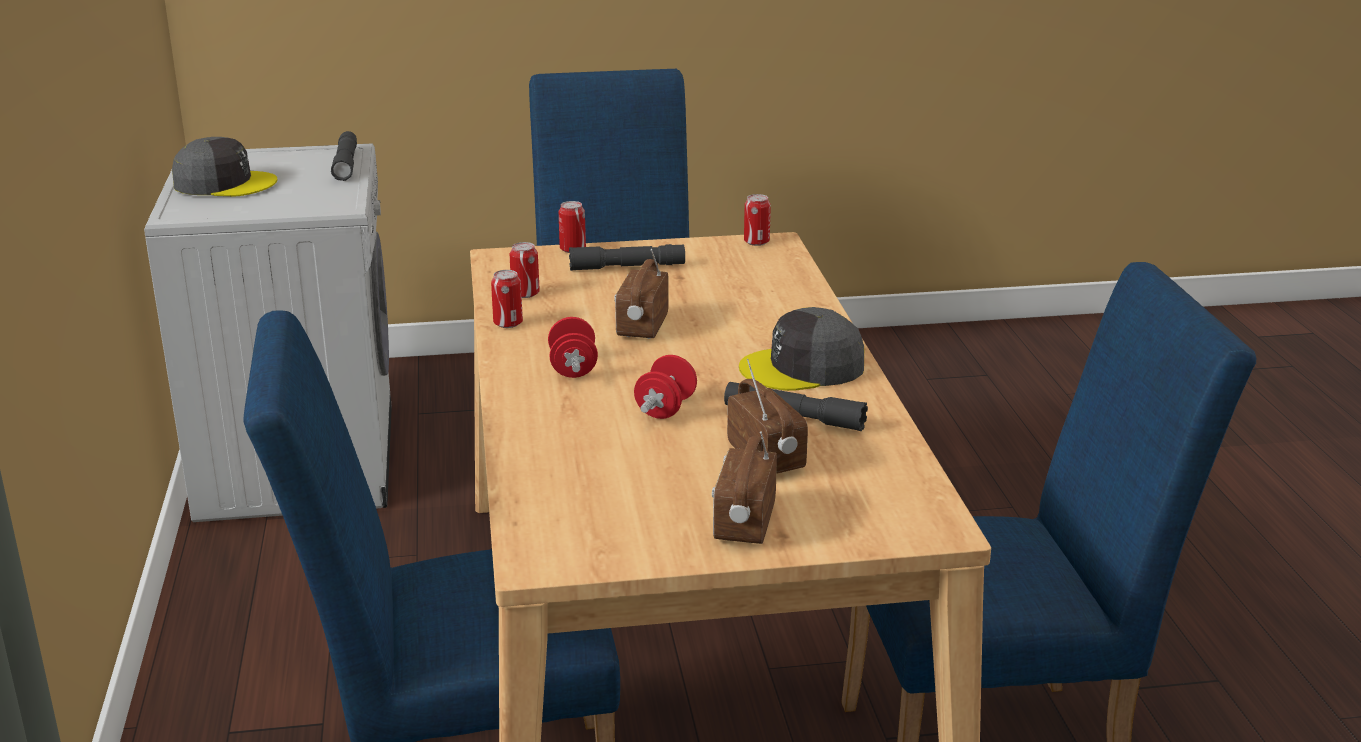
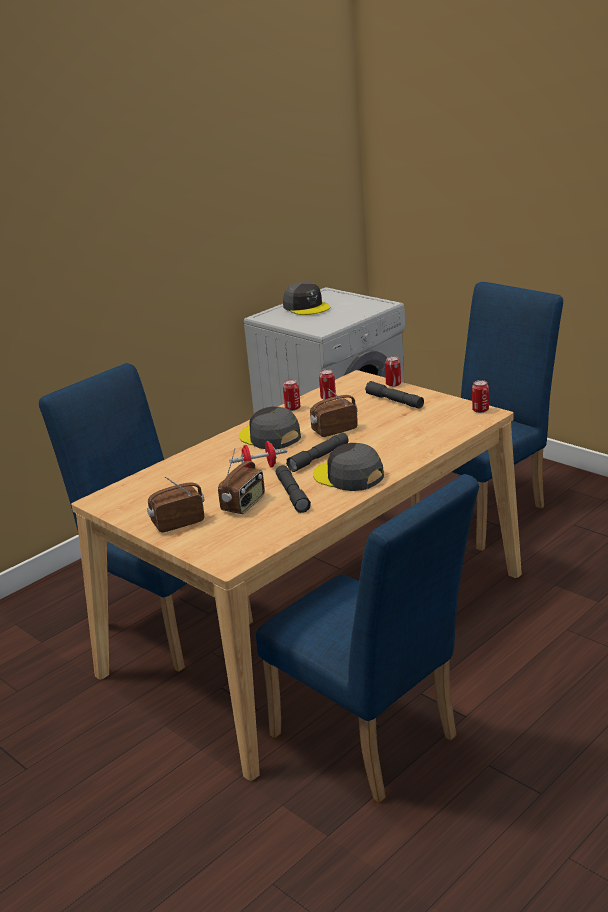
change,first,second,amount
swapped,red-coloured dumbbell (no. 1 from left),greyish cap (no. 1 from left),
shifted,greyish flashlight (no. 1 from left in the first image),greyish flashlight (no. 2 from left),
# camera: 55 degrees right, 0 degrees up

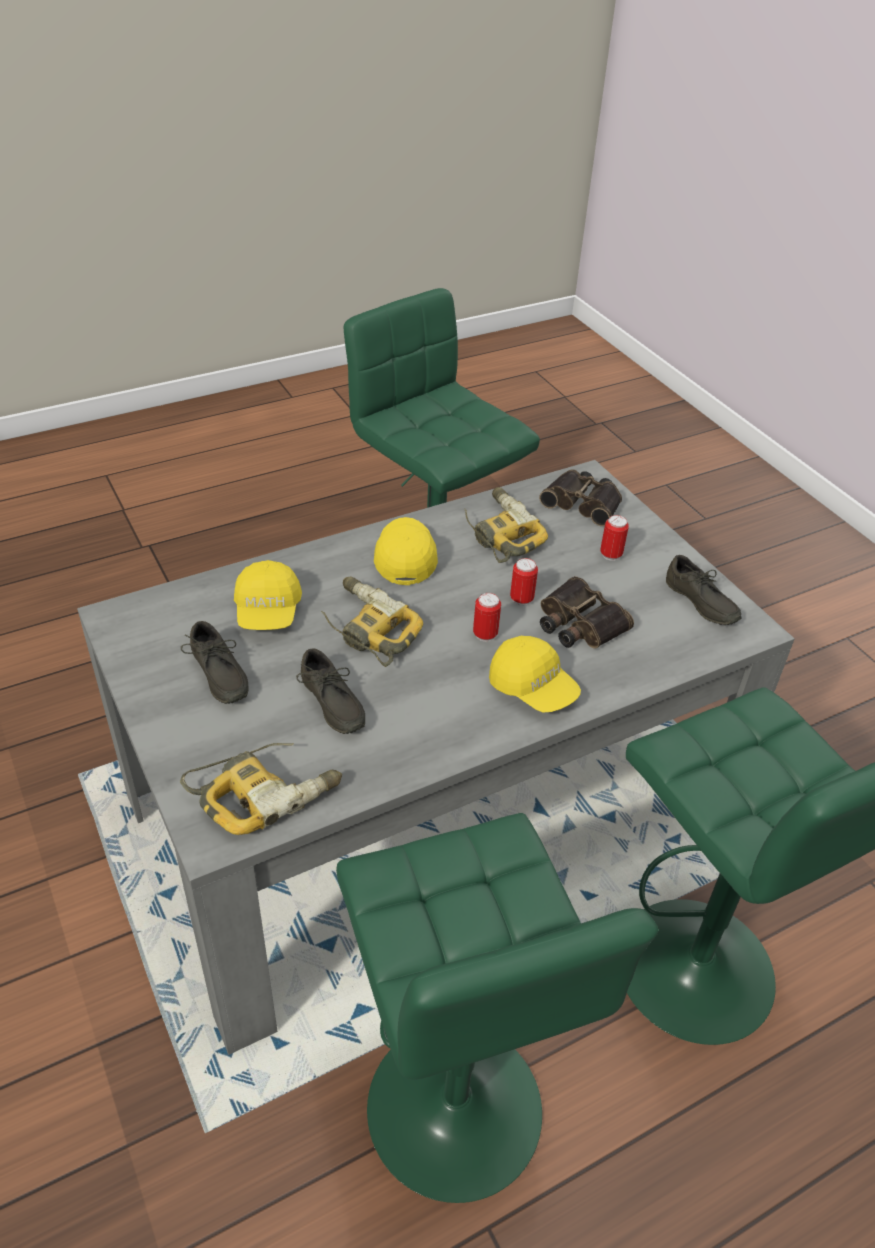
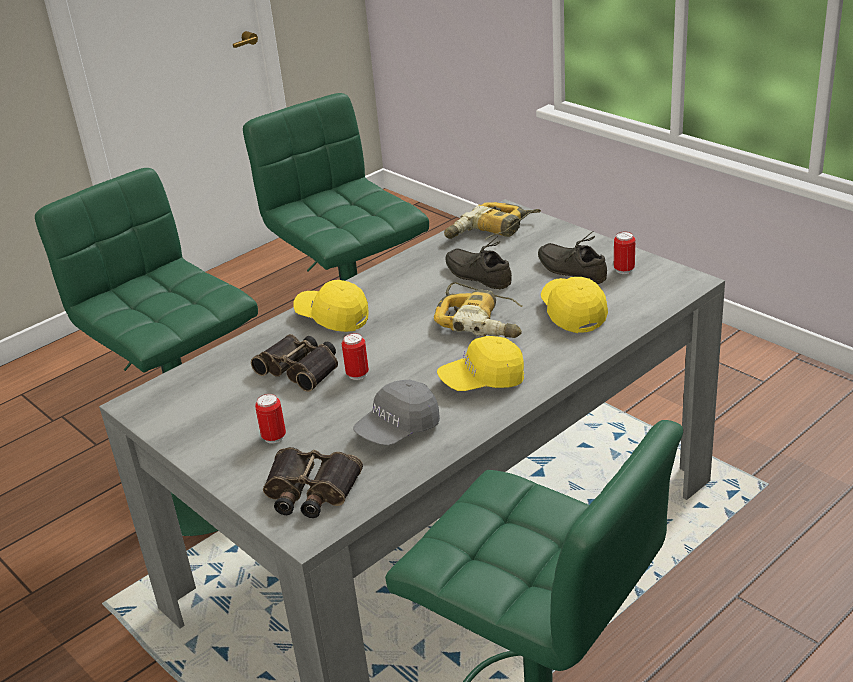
change,first,second,amount
swapped,drill (no. 3 from left),greyish cap,
rotated,yellowish cap (no. 2 from left),,90 degrees clockwise
shifted,metal can (no. 1 from left in the first image),metal can (no. 3 from left),
gone,greyish low shoe (no. 3 from left),,
# camera: 170 degrees right, 10 degrees down

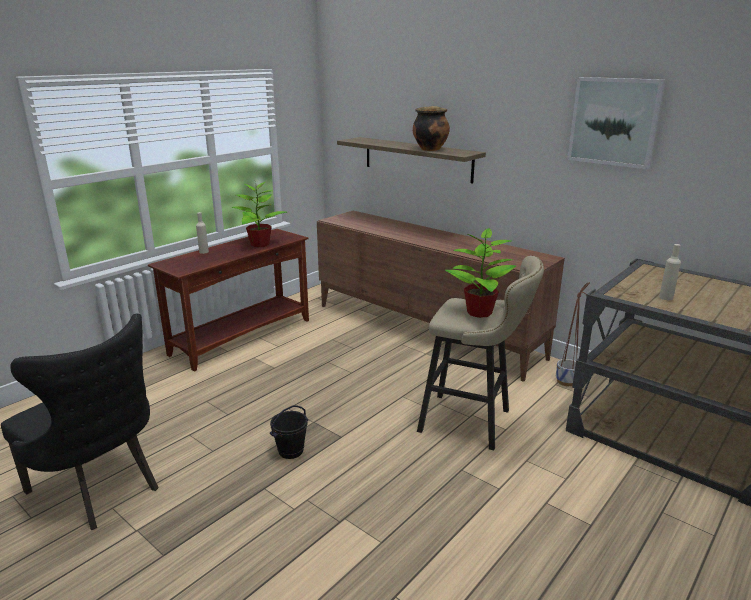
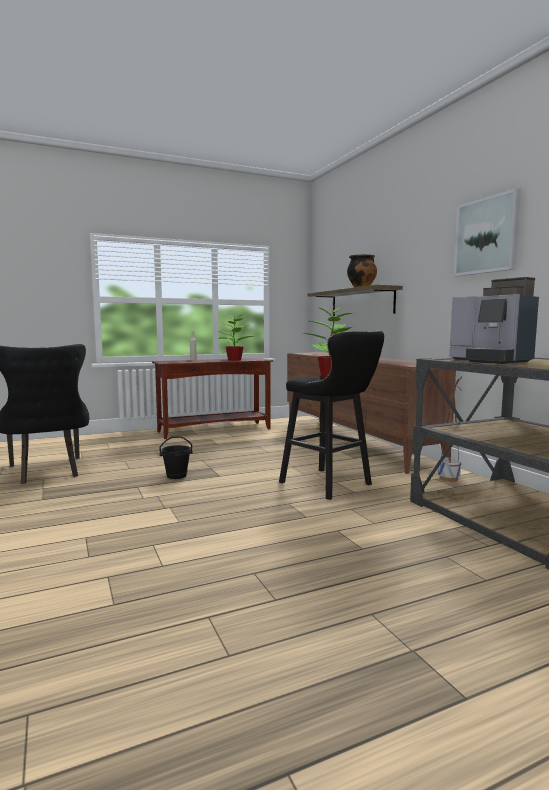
change,first,second,amount
repainted,beige-coloured stool,black-coloured stool,
swapped,beige-coloured beverage bottle (no. 2 from left),coffee machine,
# camera: 25 degrees right, 15 degrees down

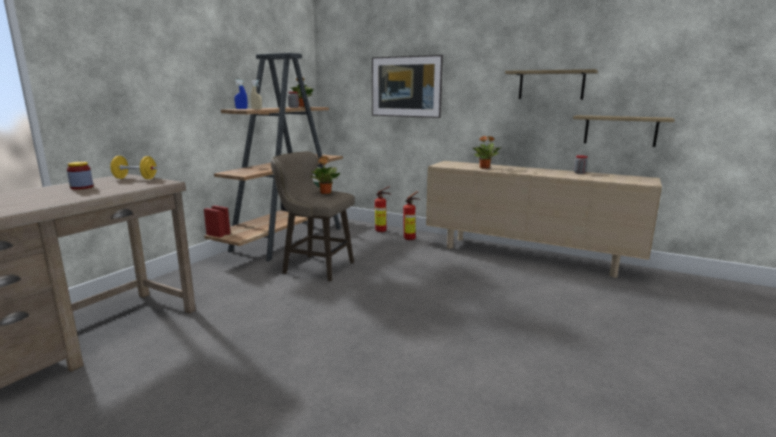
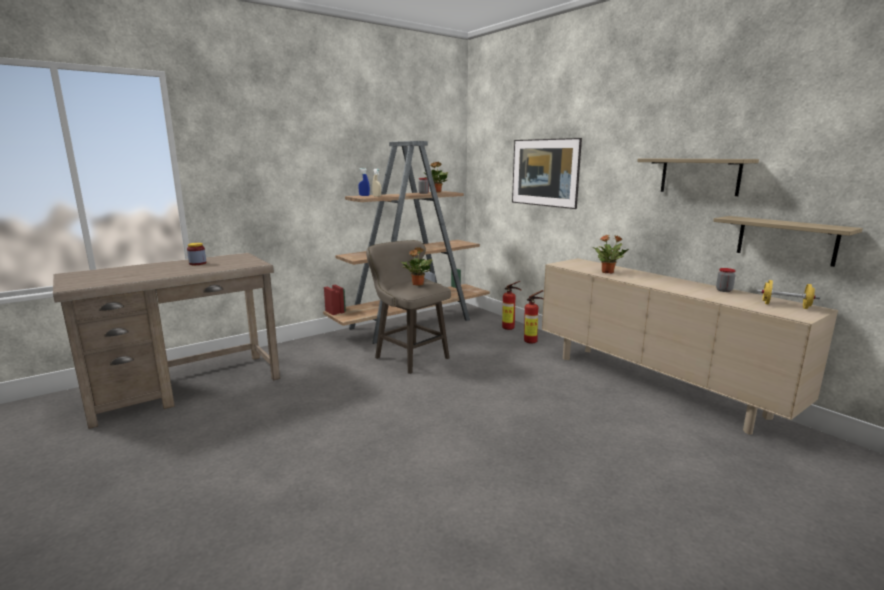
change,first,second,amount
shifted,yellowish dumbbell,,
# camera: 25 degrees right, 0 degrees up

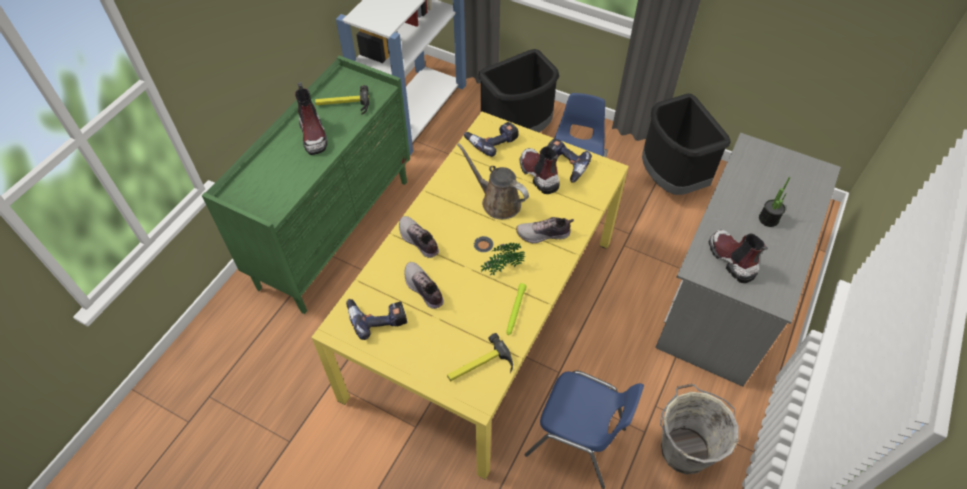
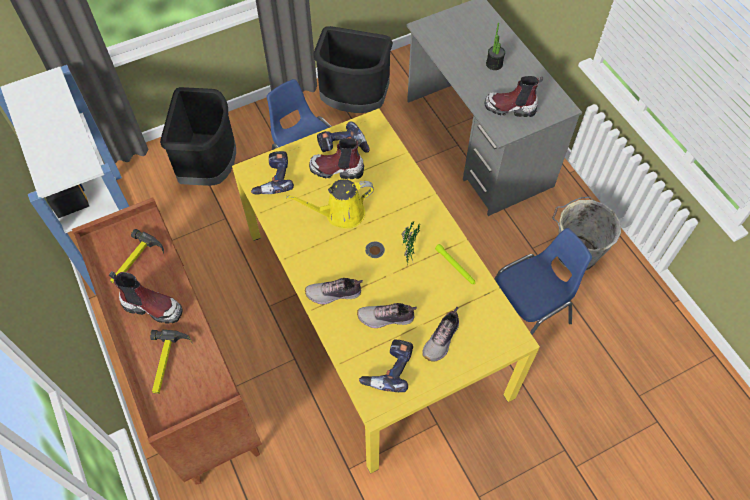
change,first,second,amount
repainted,green-coloured cupboard,brown-coloured cupboard,
shifted,tool hammer (no. 2 from left),,
repainted,brown-coloured sprinkling can,yellowish sprinkling can,
shifted,low shoe (no. 3 from left),,
# camera: 55 degrees left, 5 degrees up

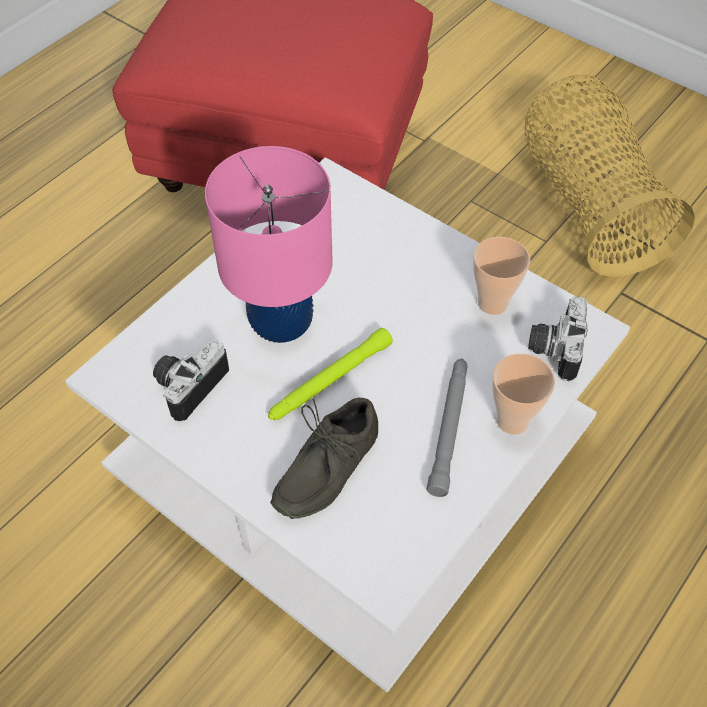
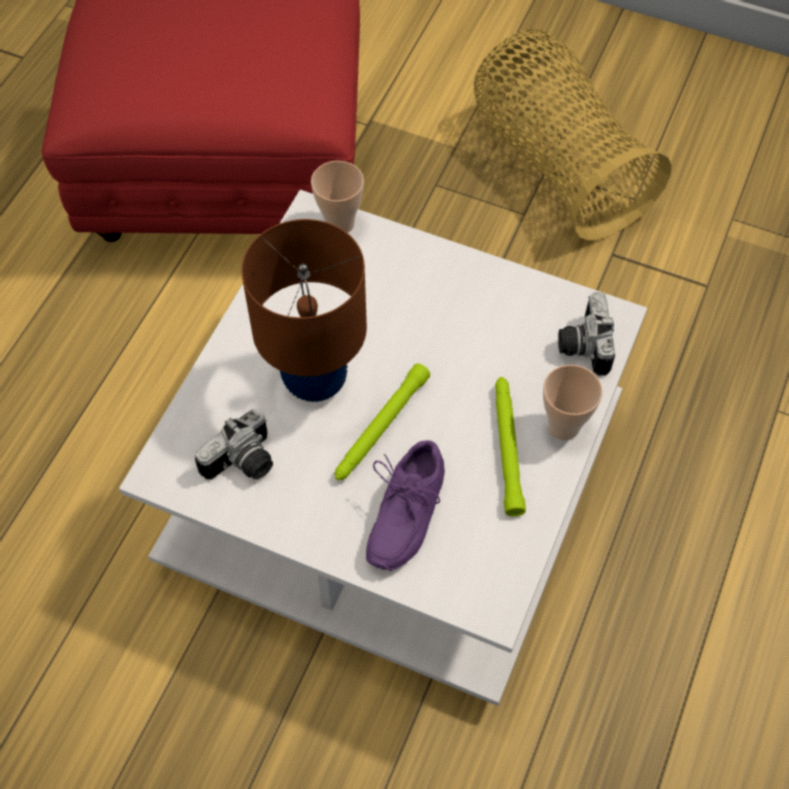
change,first,second,amount
rotated,photo camera (no. 1 from left),,150 degrees counterclockwise
repainted,pinkish table lamp,brown-coloured table lamp,
shifted,small cup (no. 1 from left),,
repainted,greyish low shoe,purplish low shoe,
repainted,greyish flashlight,green-coloured flashlight (no. 2 from left),
# camera: 15 degrees left, 5 degrees up

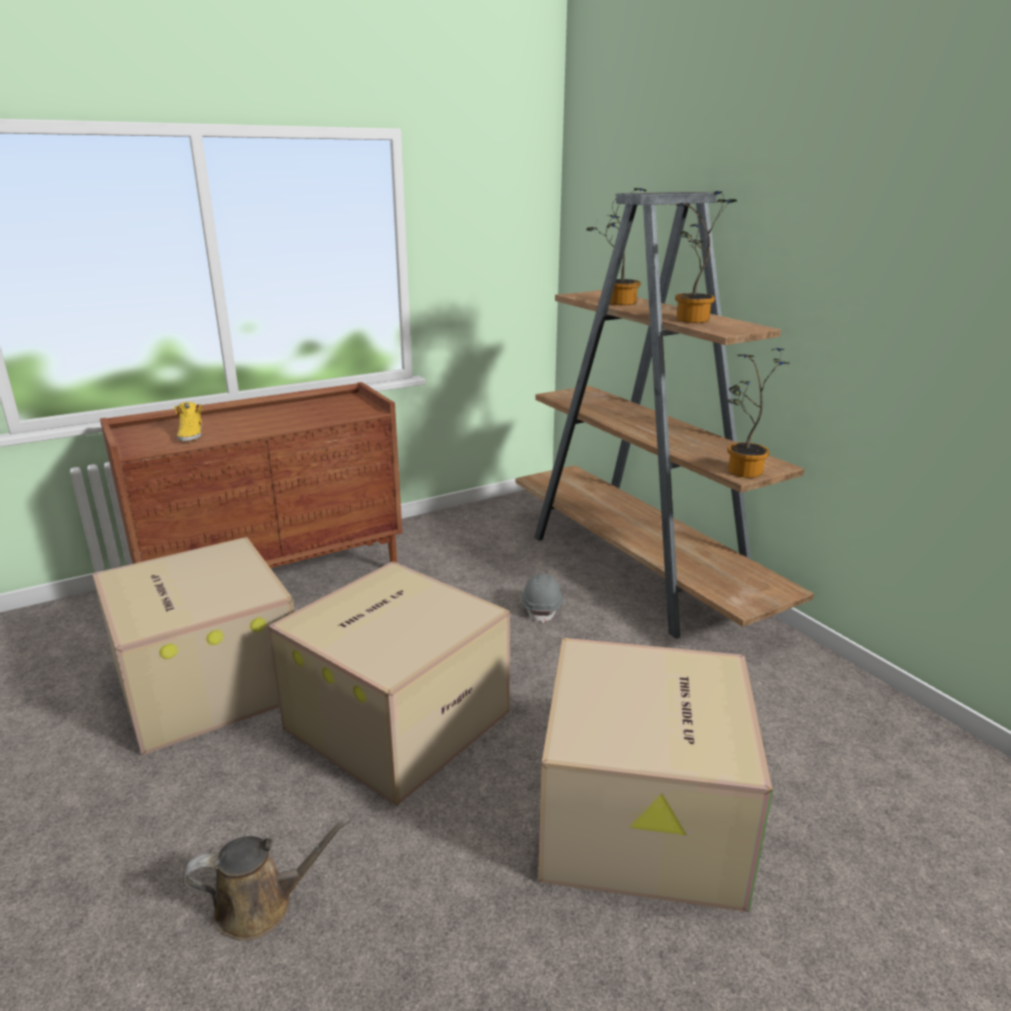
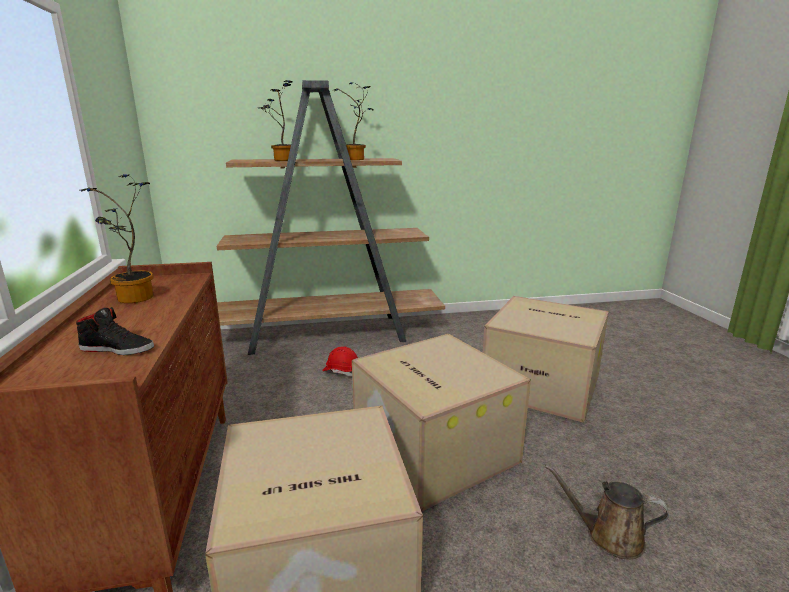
change,first,second,amount
repainted,yellowish low shoe,black-coloured low shoe,
shifted,potted plant (no. 3 from left in the first image),potted plant (no. 1 from left),
repainted,greyish hard hat,red-coloured hard hat,
rotated,brown-coloured sprinkling can,,75 degrees counterclockwise
# camera: 70 degrees left, 5 degrees down

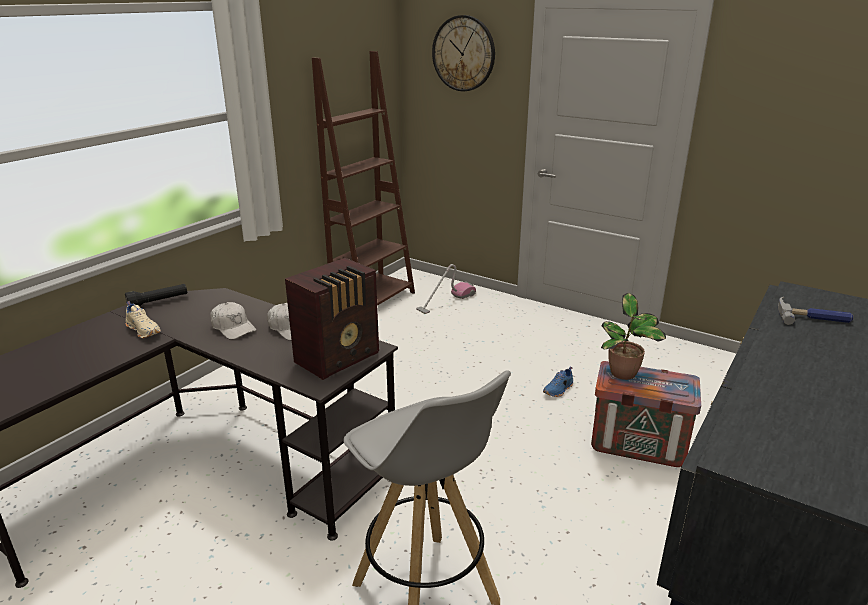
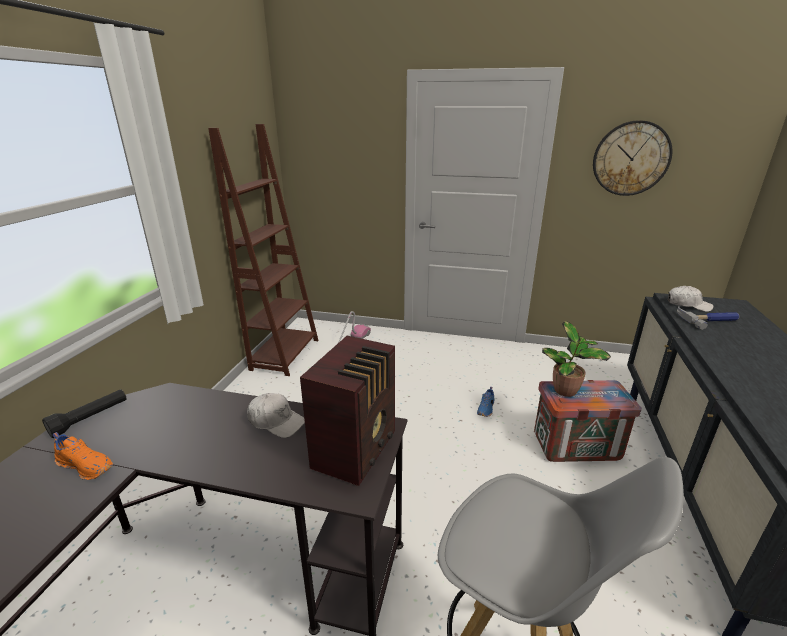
change,first,second,amount
repainted,beige-coloured low shoe,orange-coloured low shoe,
shifted,wall clock,,
shifted,white cap (no. 1 from left in the first image),white cap (no. 2 from left),
# camera: 20 degrees left, 0 degrees up

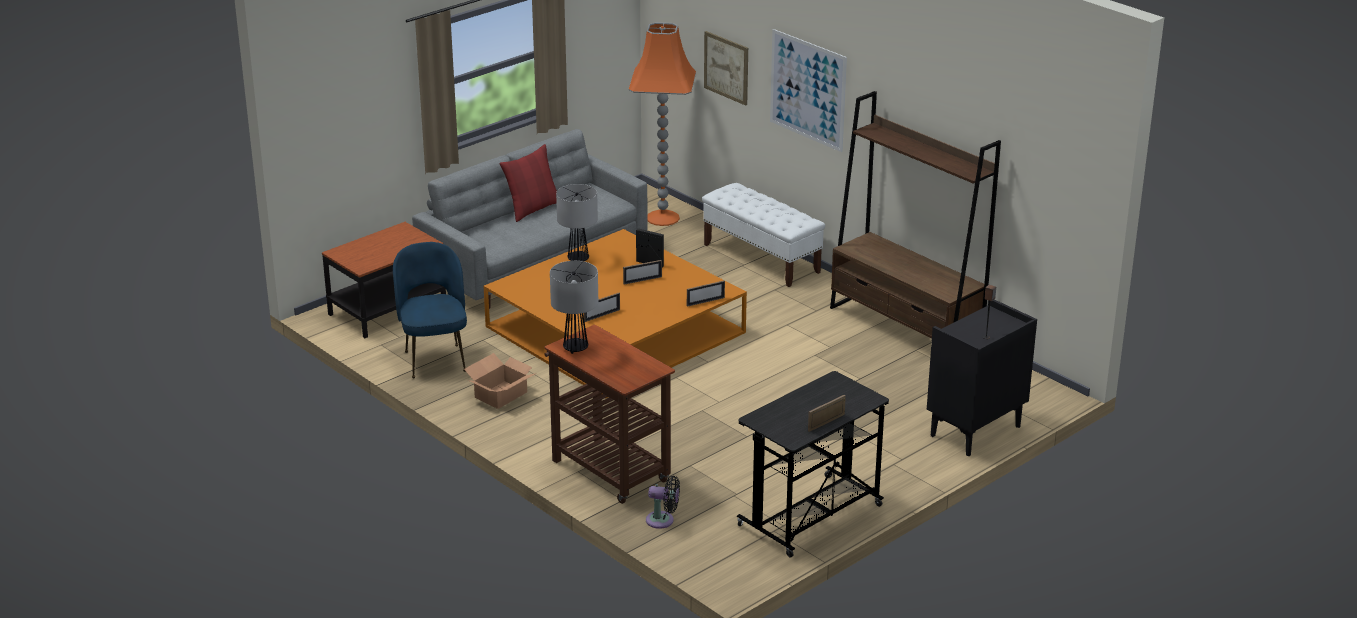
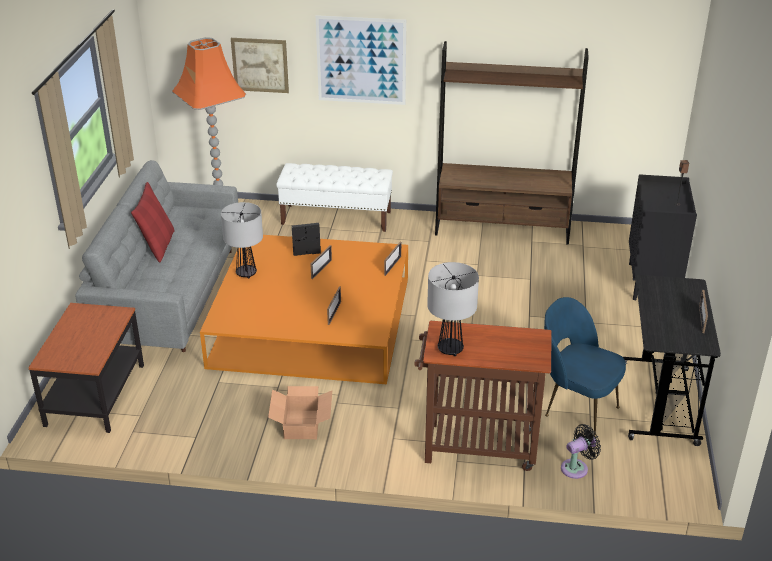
change,first,second,amount
shifted,blue chair,,
# camera: 40 degrees left, 5 degrees up

